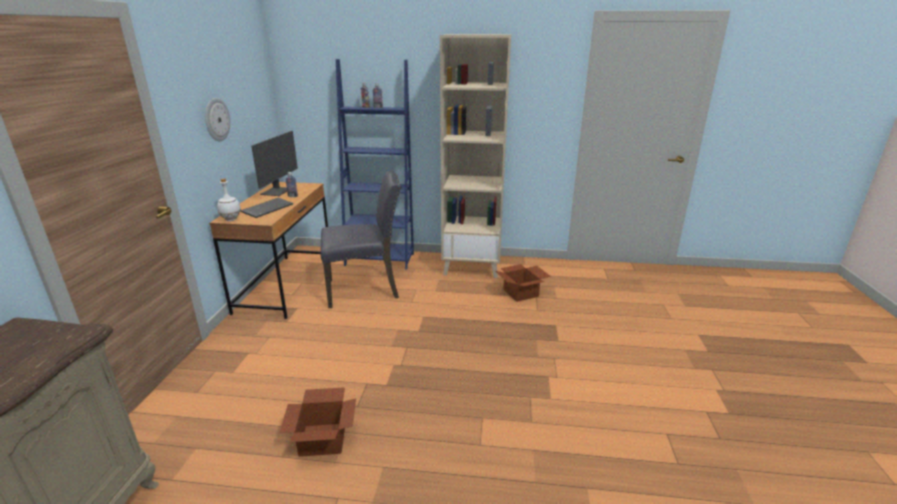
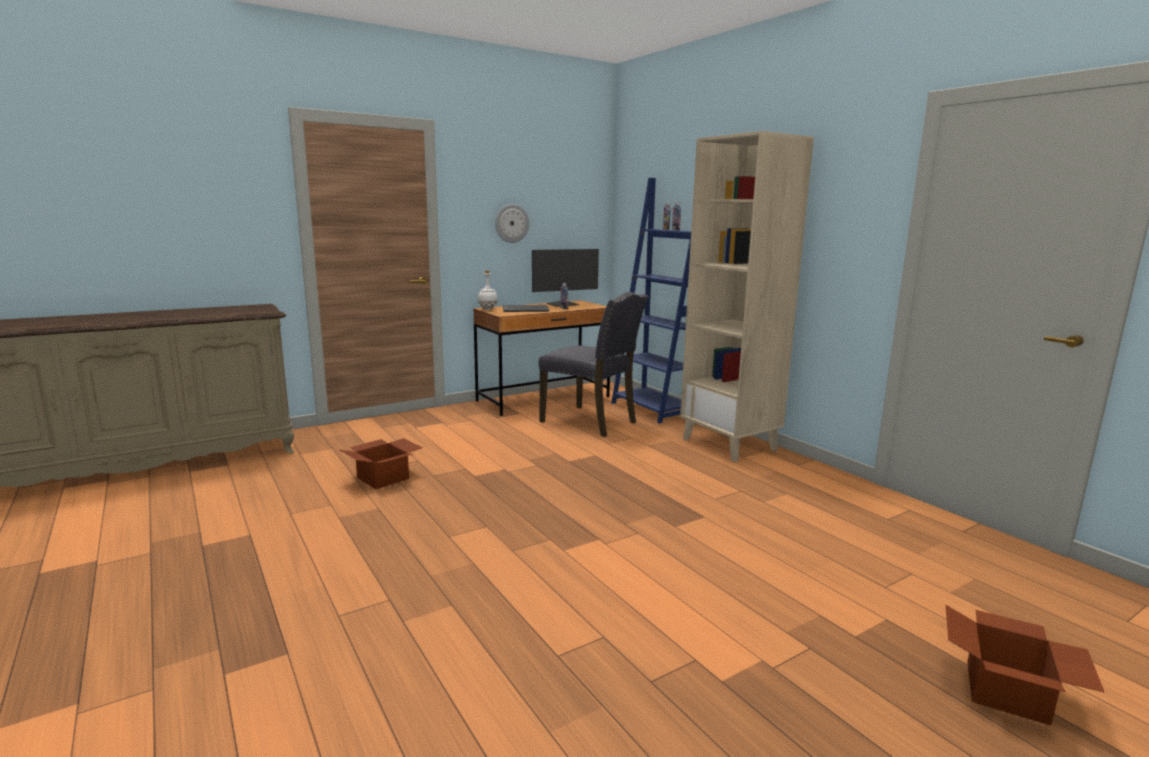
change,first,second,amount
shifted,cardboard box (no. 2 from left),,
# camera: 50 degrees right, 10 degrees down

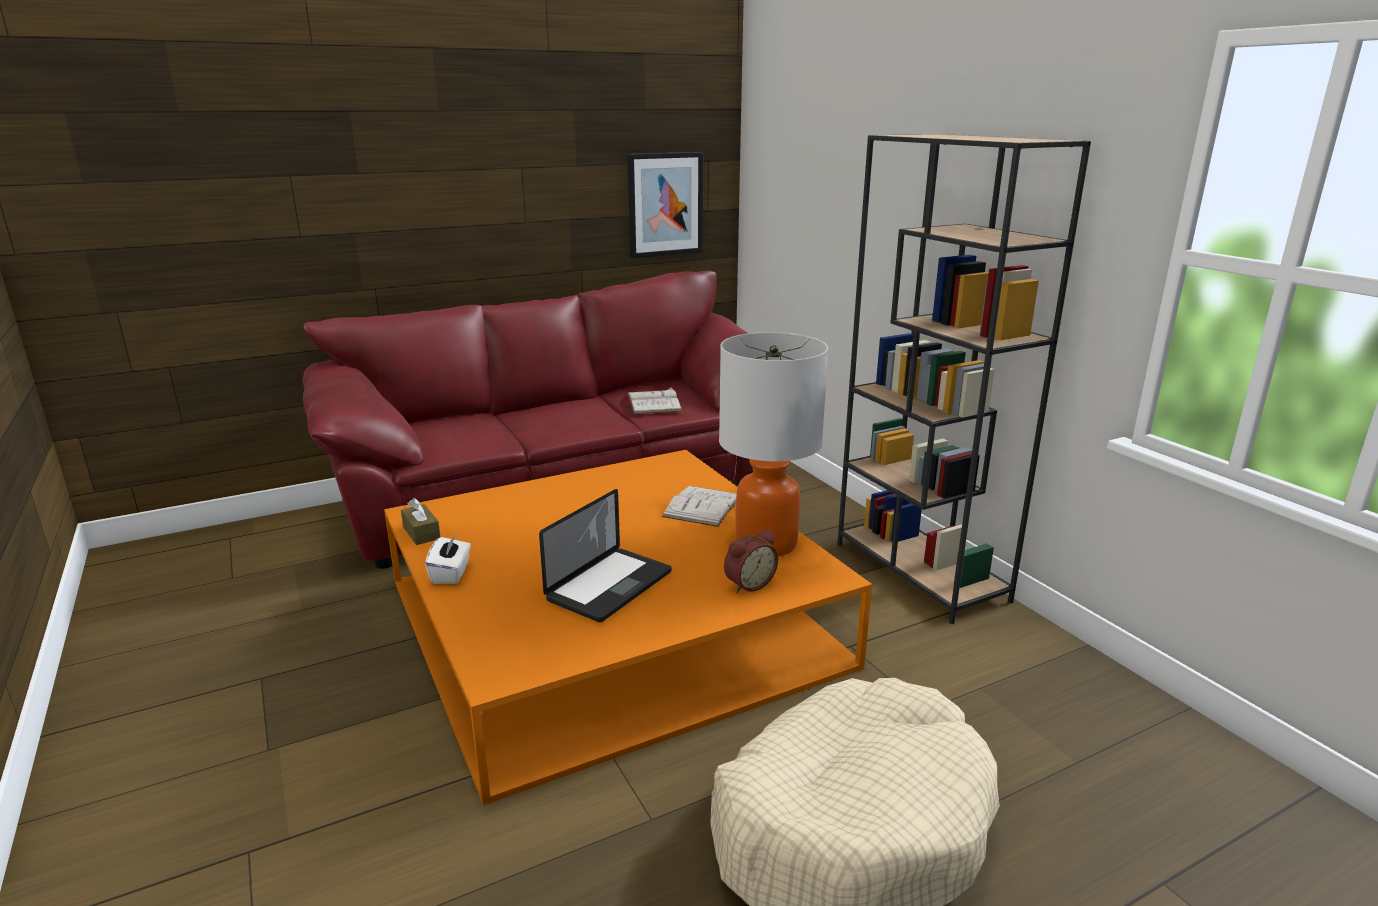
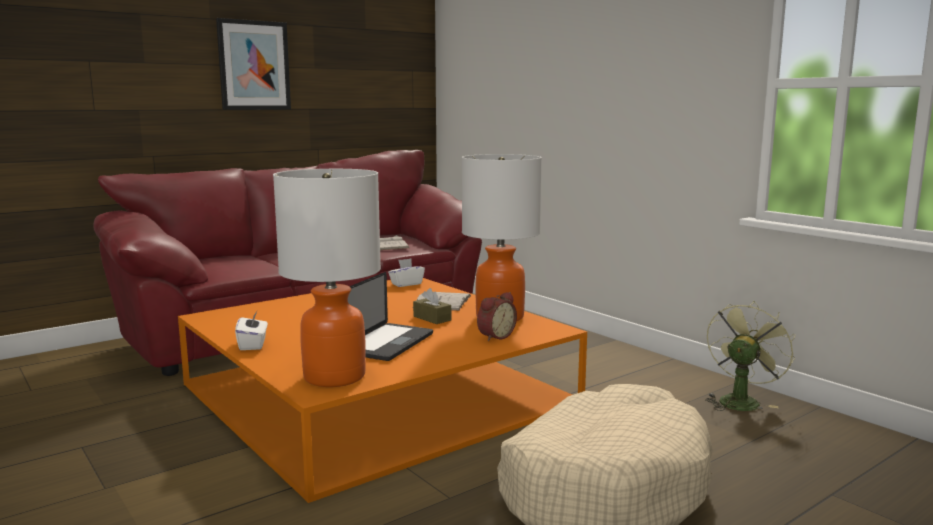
change,first,second,amount
shifted,wall picture,,
new,,table lamp (no. 1 from left),
new,,white tissue box (no. 2 from left),
shifted,brown-coloured tissue box,,
new,,green-coloured fan,
gone,shelving unit,,
# camera: 10 degrees left, 10 degrees down

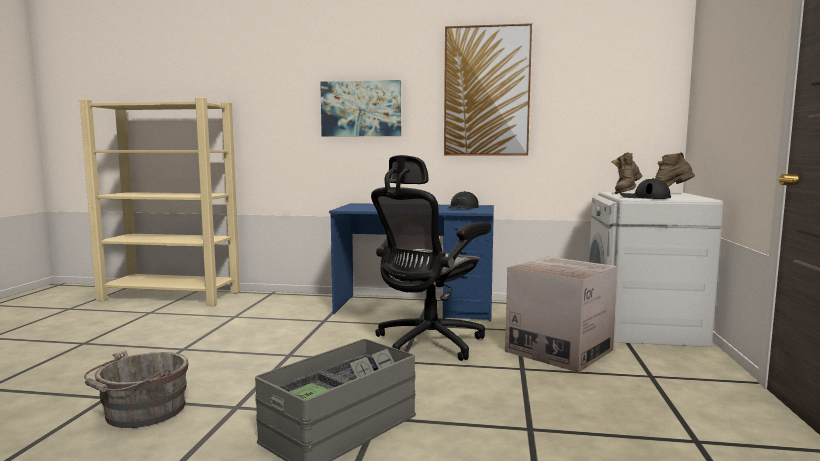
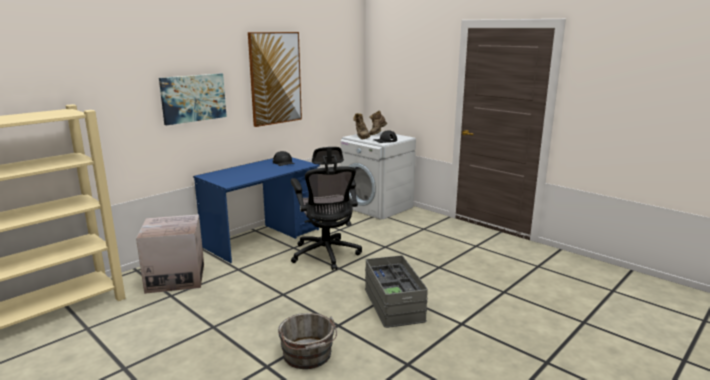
change,first,second,amount
shifted,cardboard box,,
# camera: 55 degrees left, 10 degrees up

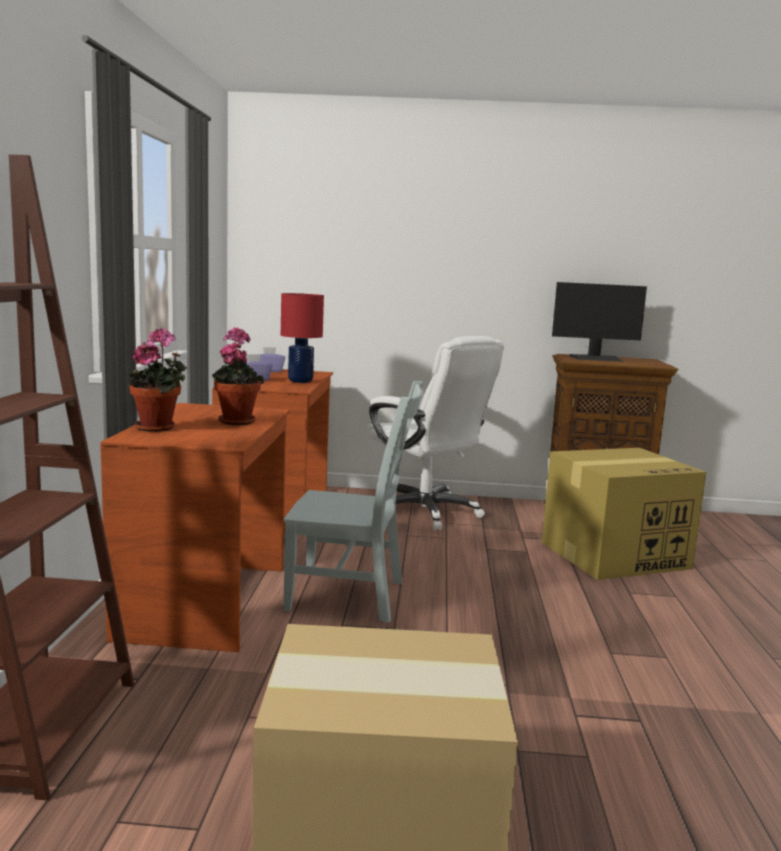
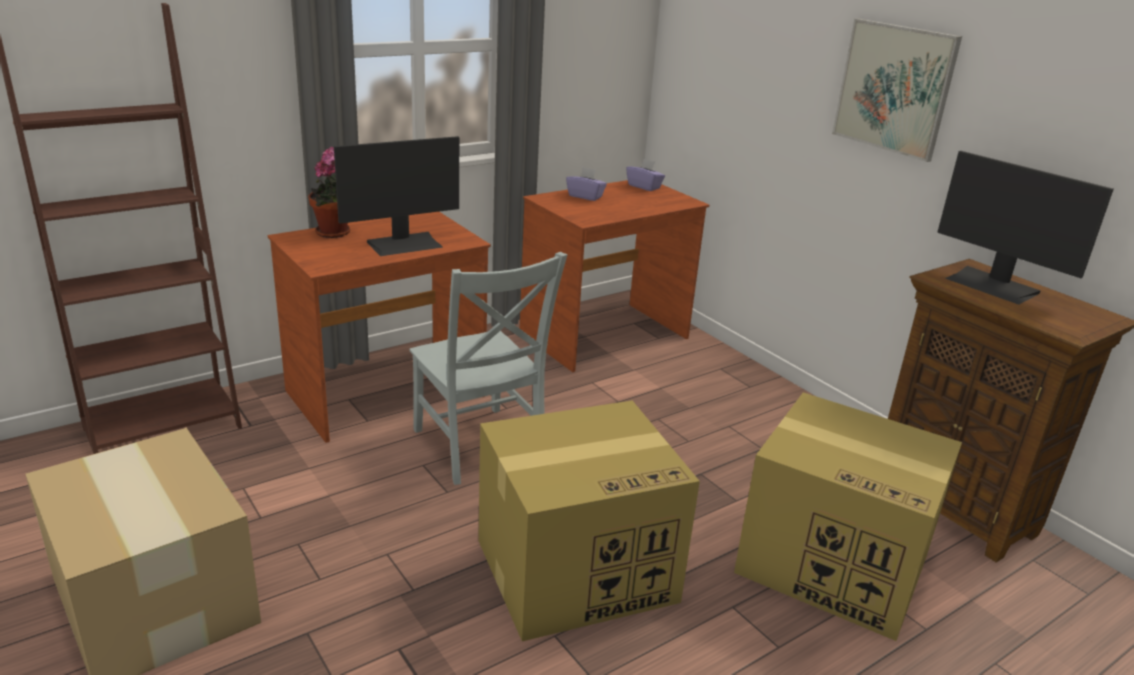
change,first,second,amount
swapped,potted plant (no. 2 from left),computer display (no. 1 from left),
new,,cardboard box (no. 2 from left),
new,,wall picture,
gone,red-coloured table lamp,,
gone,white desk chair,,
# camera: 50 degrees right, 15 degrees up

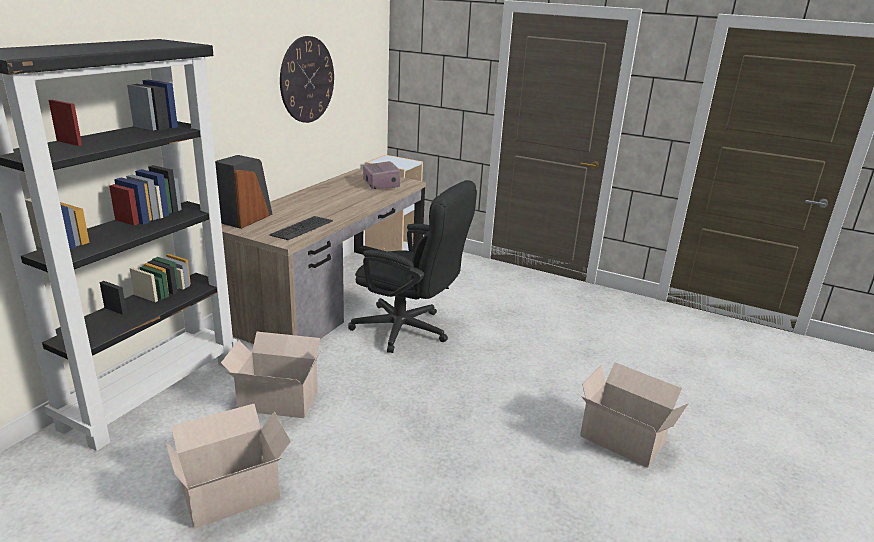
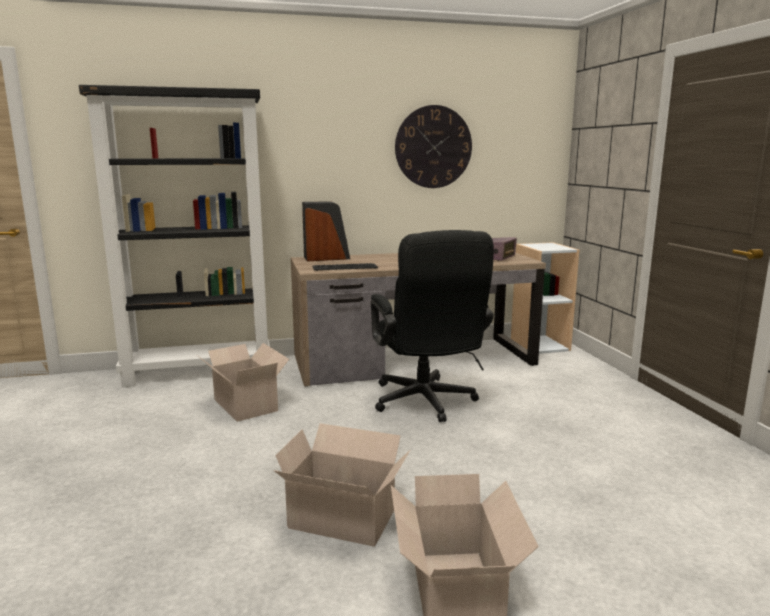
change,first,second,amount
shifted,cardboard box (no. 1 from left in the first image),cardboard box (no. 2 from left),
# camera: 50 degrees right, 10 degrees down

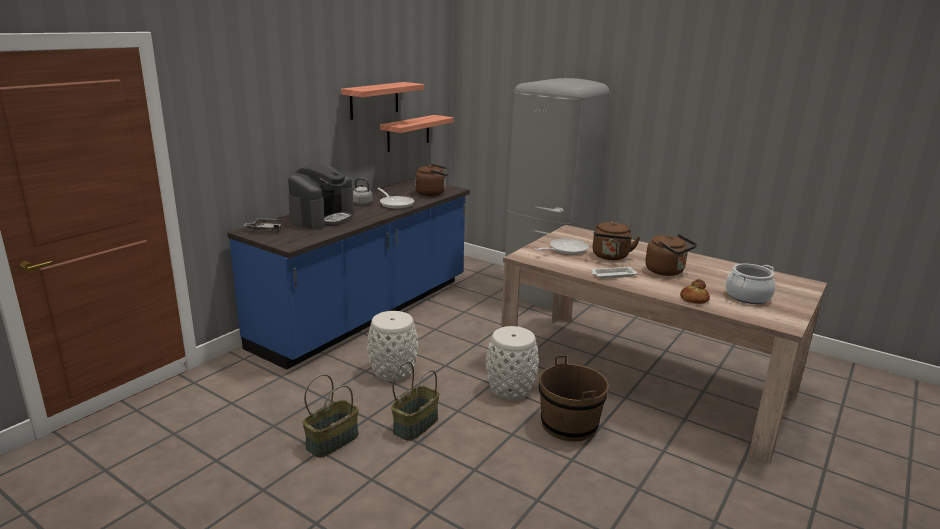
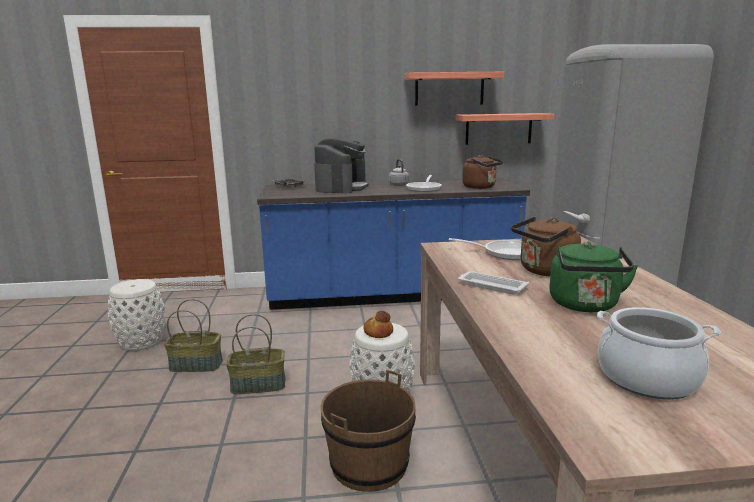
change,first,second,amount
shifted,white stool (no. 1 from left),,
rotated,coffee machine,,60 degrees counterclockwise
shifted,baked bread,,
repainted,brown-coloured kettle (no. 3 from left),green-coloured kettle,
# camera: 50 degrees right, 5 degrees down

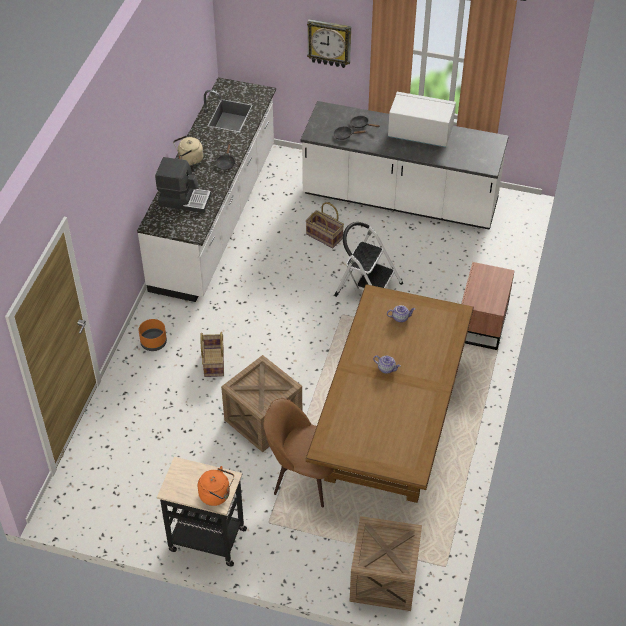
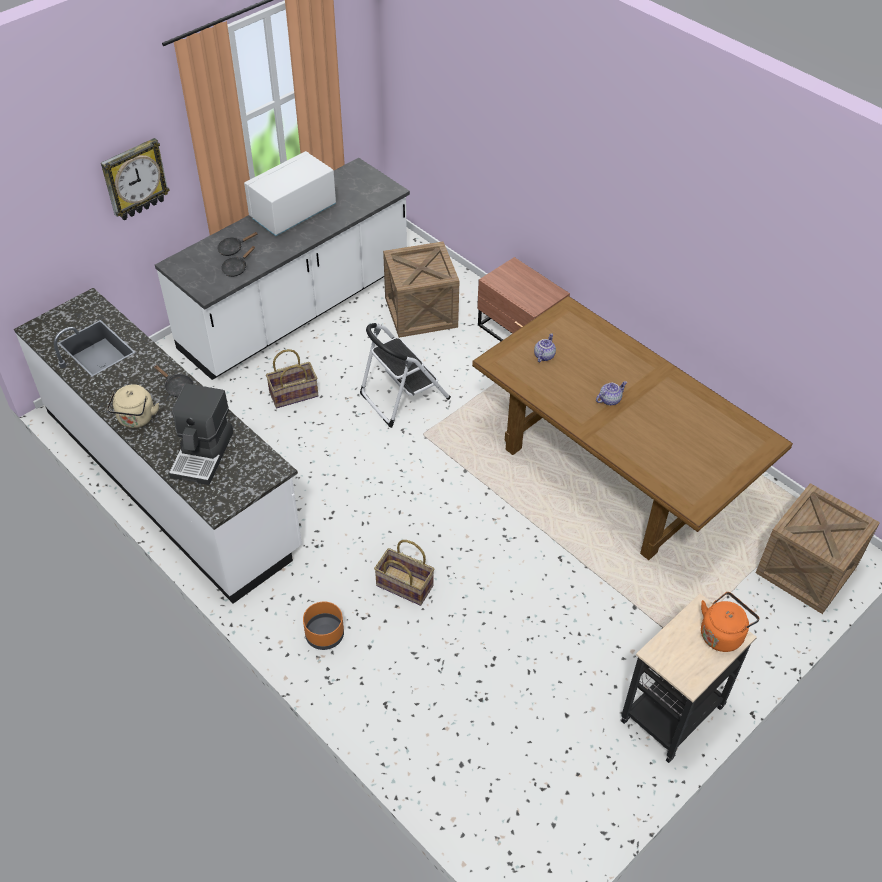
change,first,second,amount
rotated,coffee machine,,150 degrees clockwise
shifted,crate (no. 1 from left),,
gone,brown-coloured chair,,
# camera: 60 degrees left, 0 degrees up

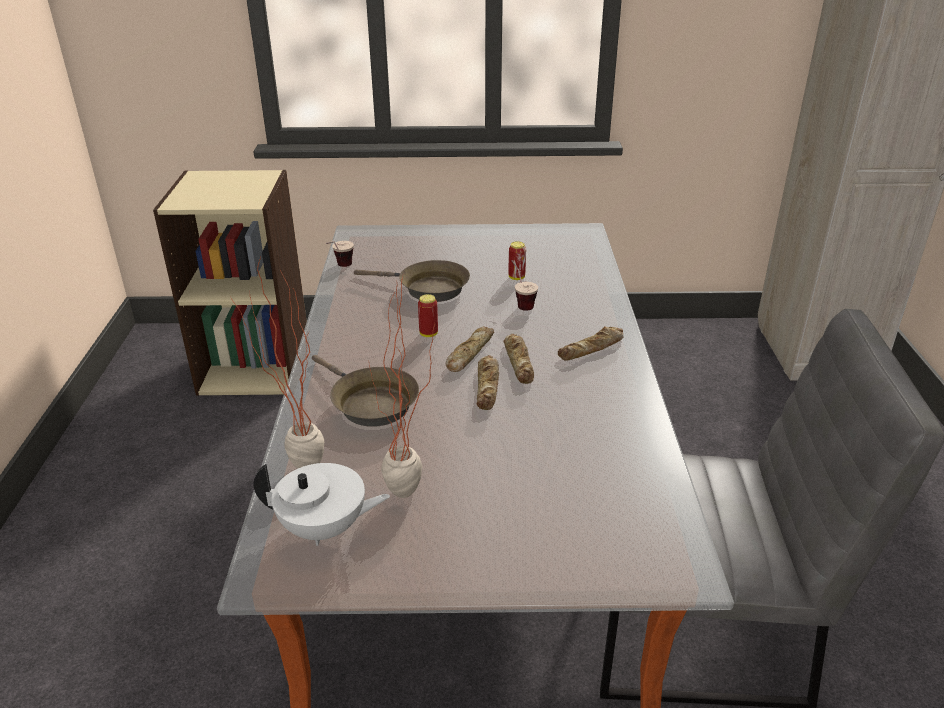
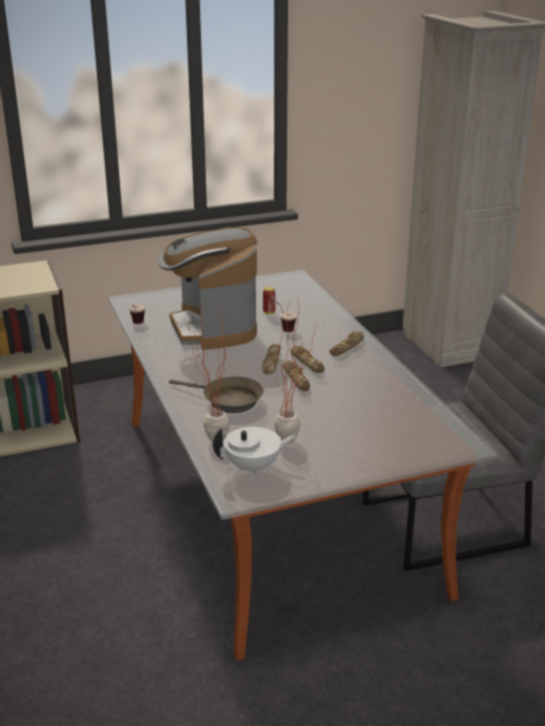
change,first,second,amount
swapped,brown-coloured pan (no. 2 from left),coffee machine,
gone,metal can (no. 1 from left),,
# camera: 20 degrees left, 5 degrees down

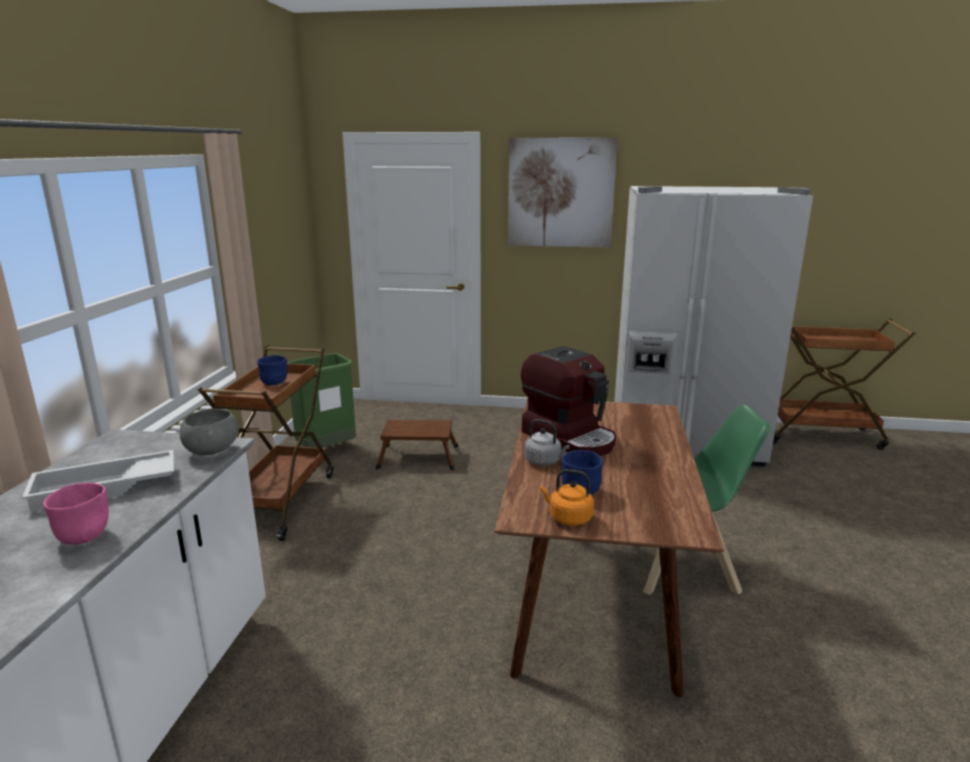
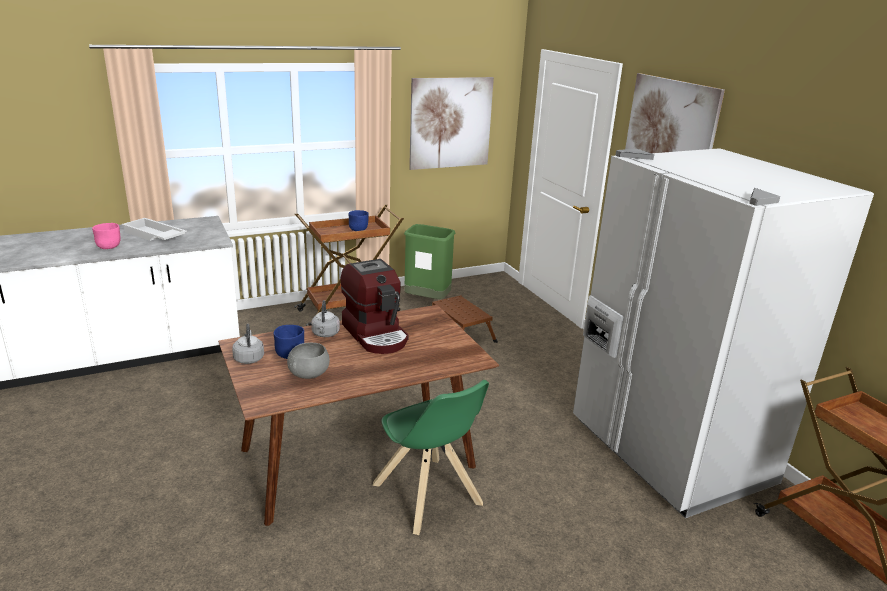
change,first,second,amount
repainted,orange-coloured kettle,greyish kettle (no. 1 from left),
shifted,greyish deep dish,,
rotated,coffee machine,,45 degrees counterclockwise
new,,wall picture (no. 1 from left),
# camera: 55 degrees right, 5 degrees up

